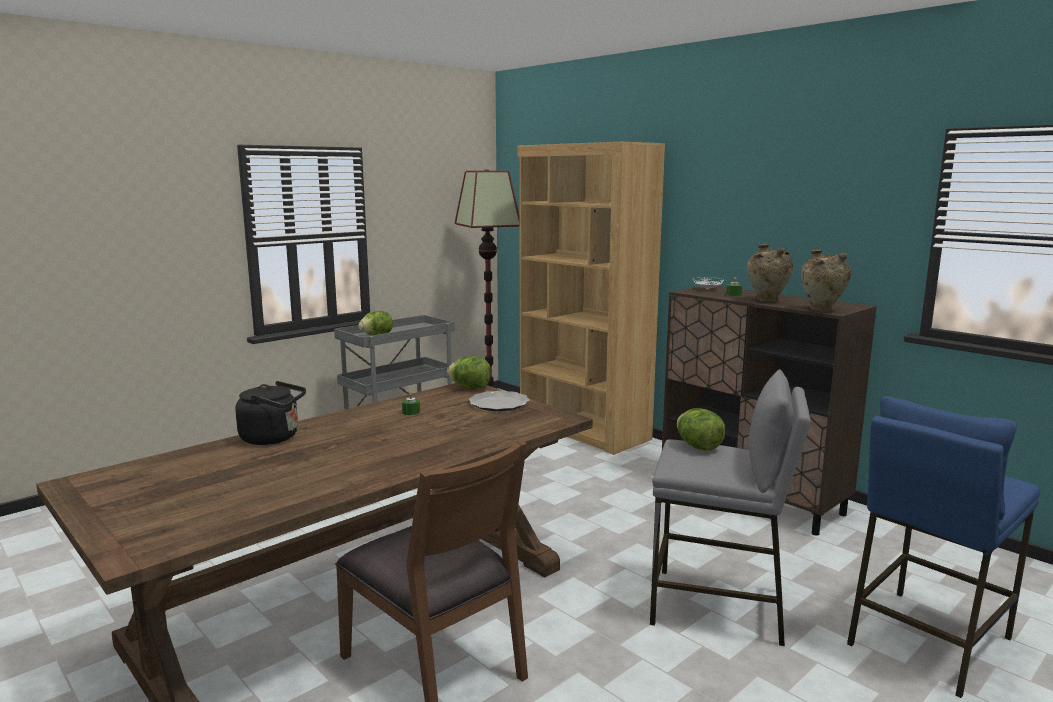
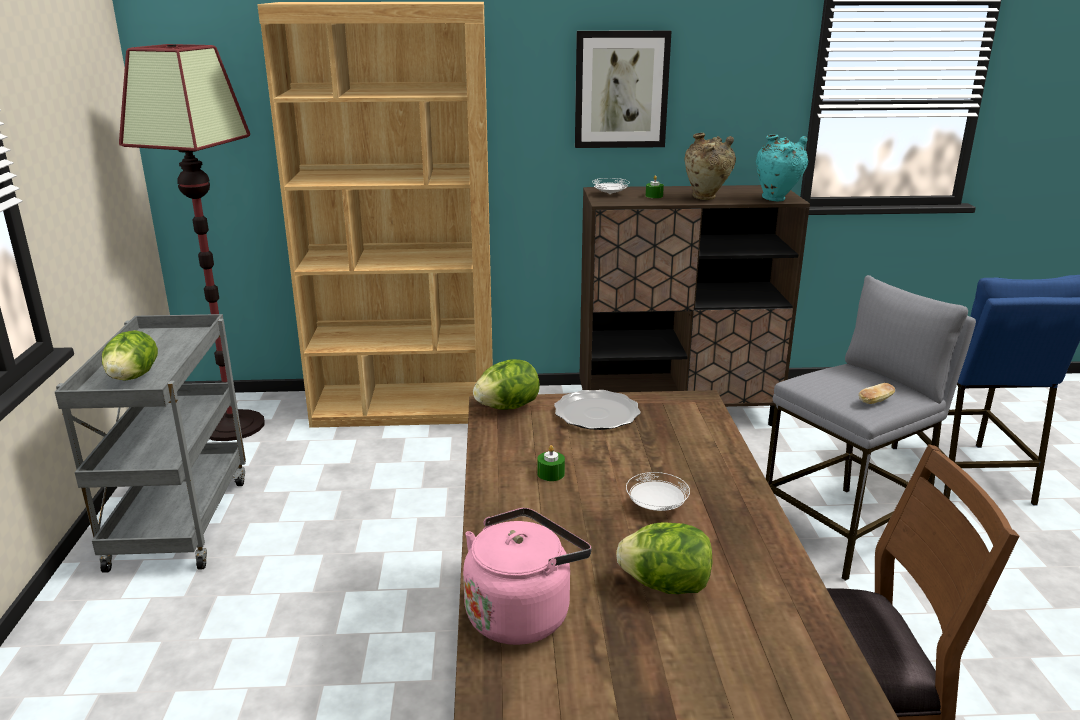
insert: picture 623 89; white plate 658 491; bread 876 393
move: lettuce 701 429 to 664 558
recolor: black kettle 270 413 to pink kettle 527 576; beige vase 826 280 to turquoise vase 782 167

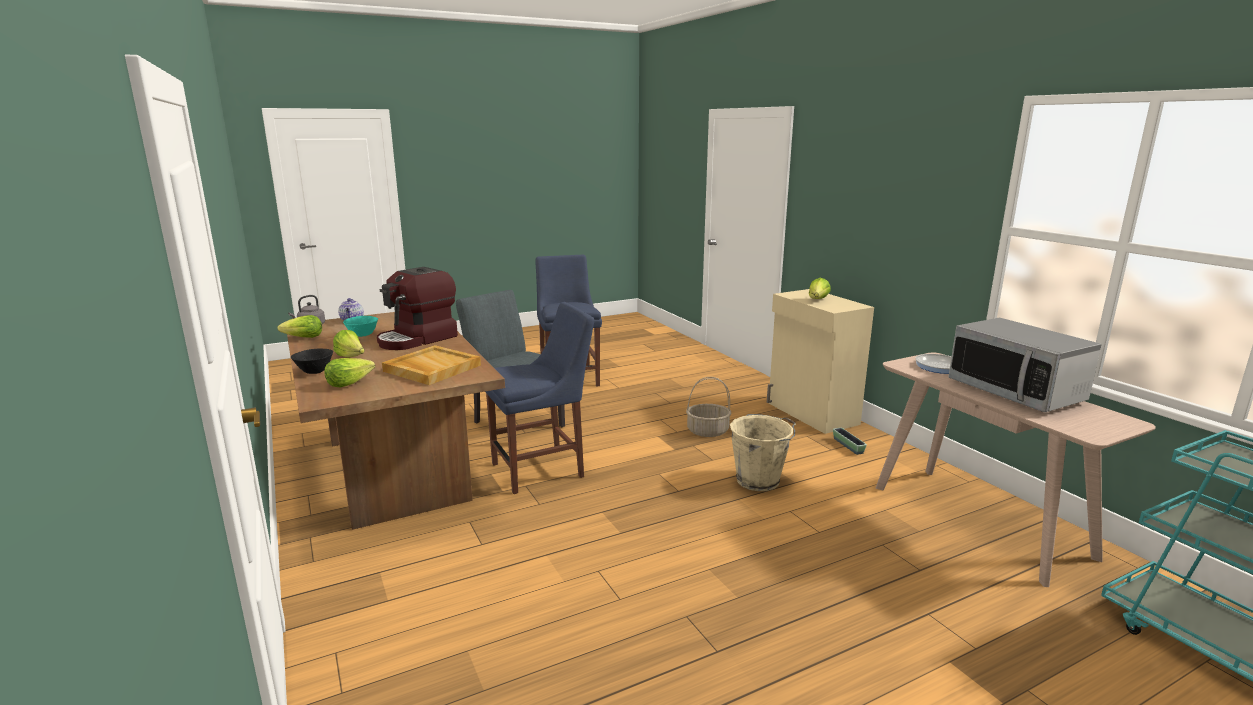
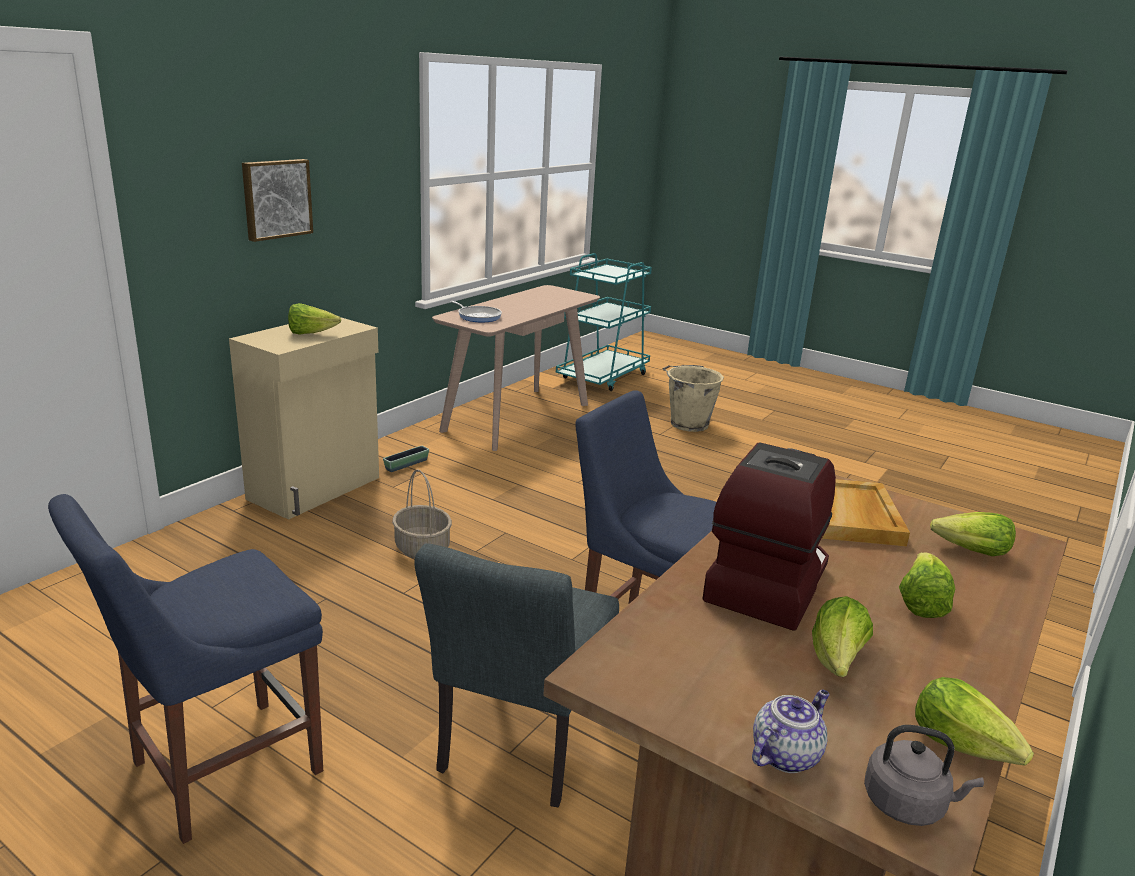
delete: black bowl 312 361; microwave 1025 365
insert: picture 277 200
move: beige bucket 763 452 to 693 398
replace: turquoise bowl 360 326 to lettuce 842 636
rotate: coffee machine 417 308 = 769 536 75 degrees counterclockwise

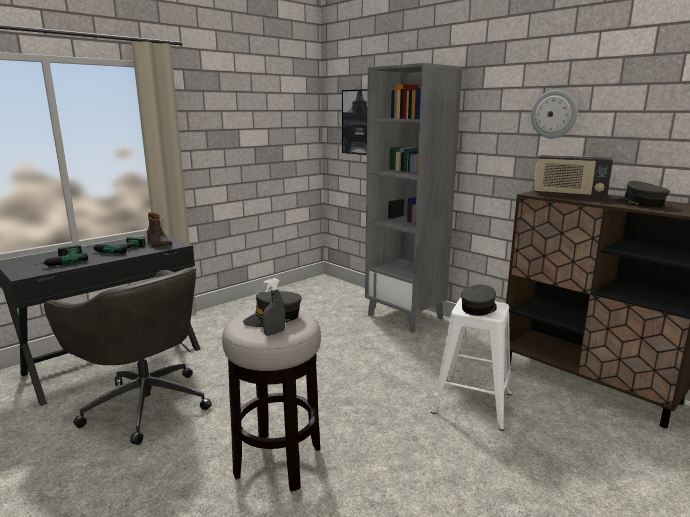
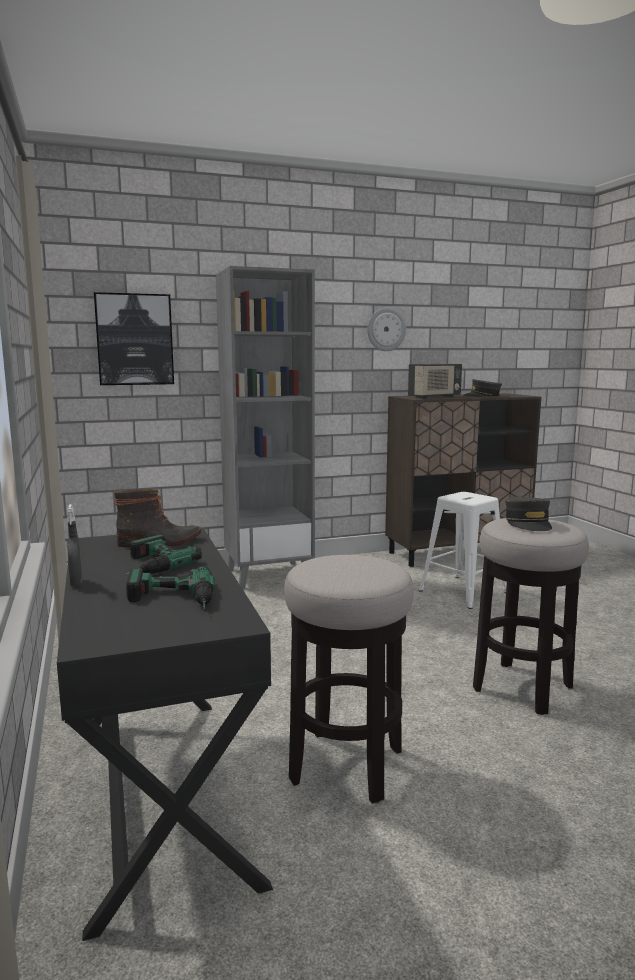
delete: grey cap 479 300
move: grey spray bottle 273 307 to 74 545
replace: grey office chair 128 356 to stool 349 679

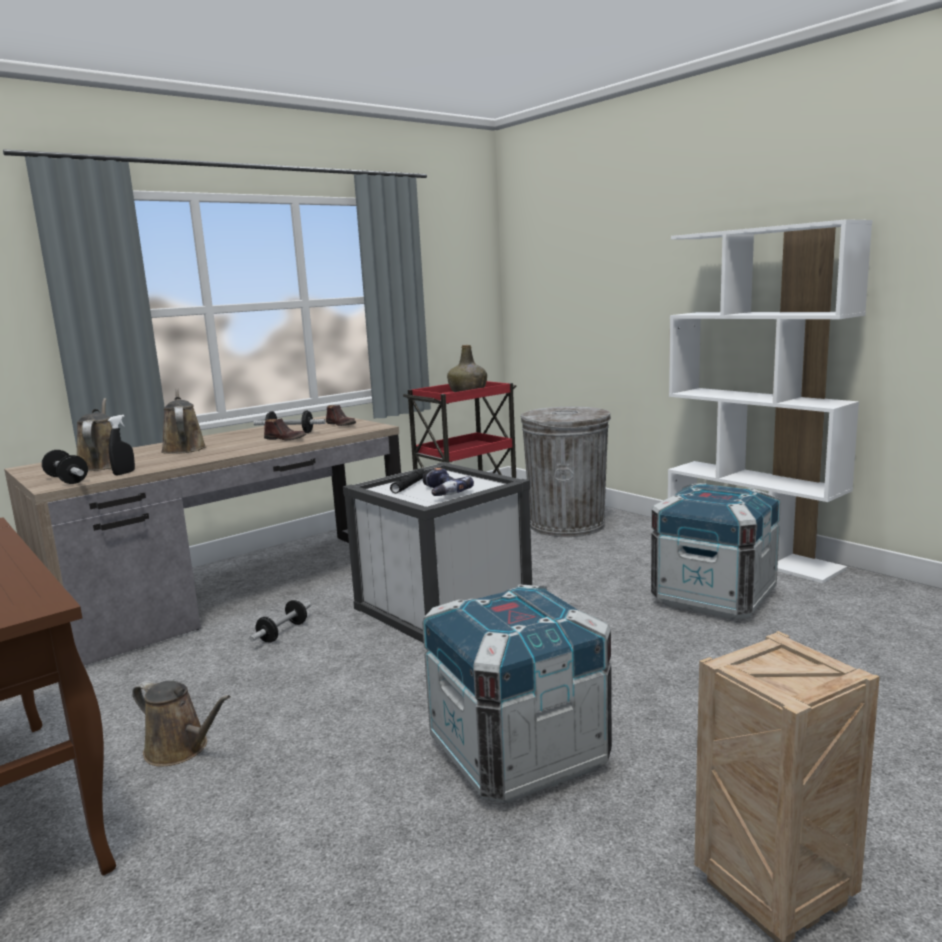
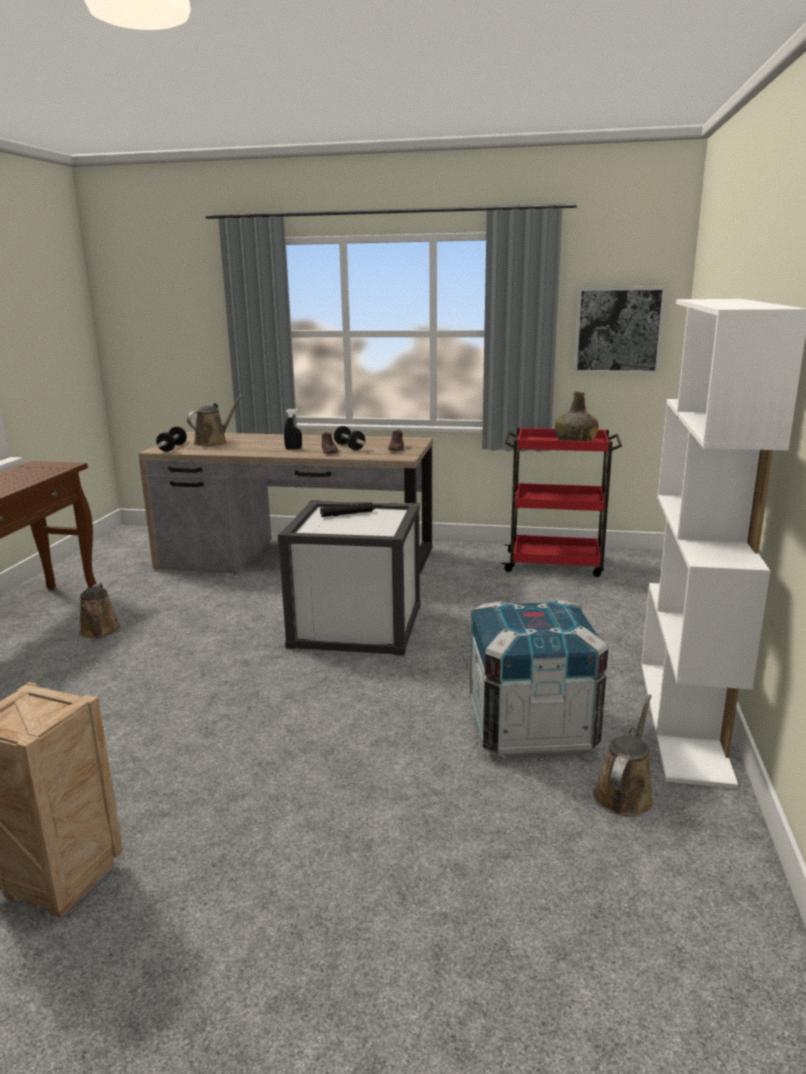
delete: dumbbell 280 621; crate 517 694; power drill 448 482; grey trash can 565 471
insert: picture 620 330
move: black spray bottle 121 445 to 293 429; brown watering can 184 421 to 623 756

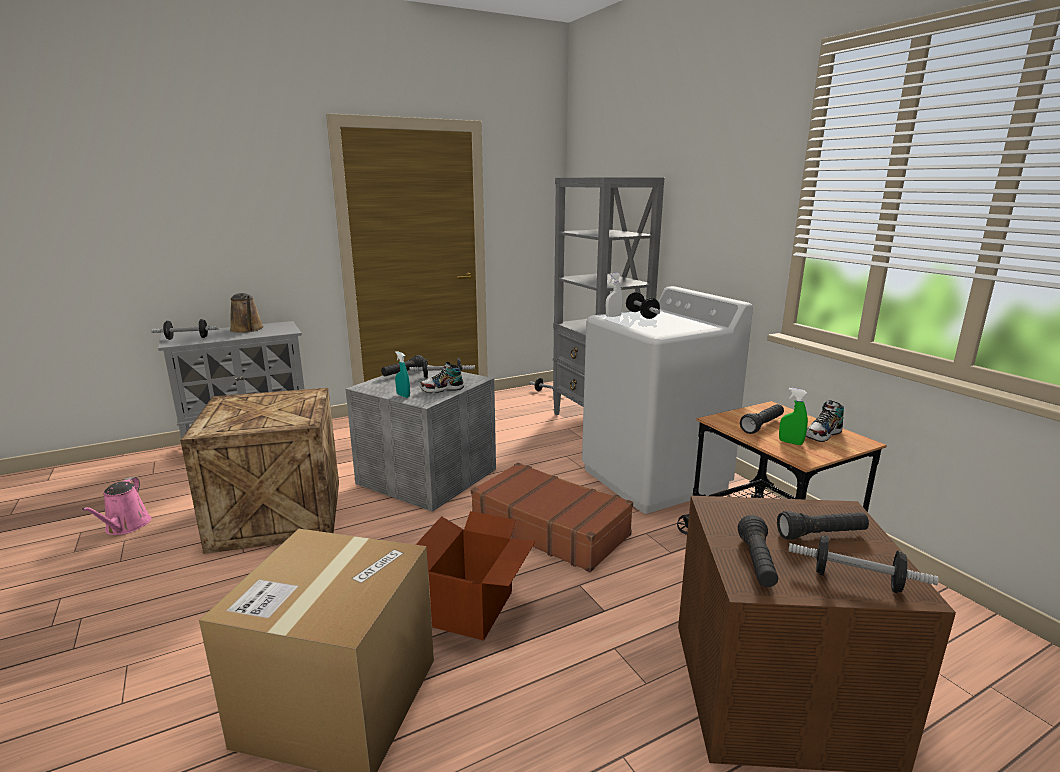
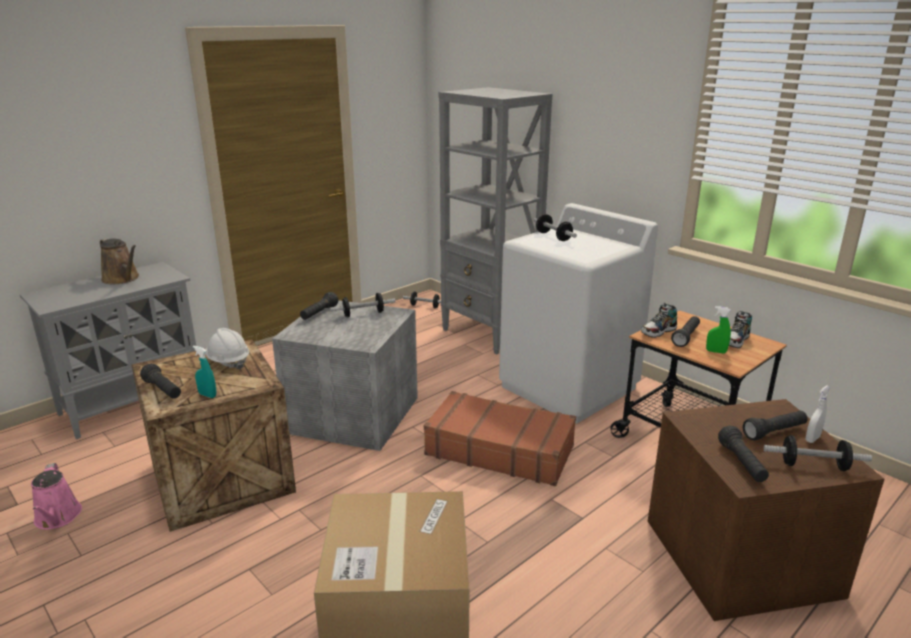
delete: dumbbell 185 329; cardboard box 476 575
insert: black flashlight 160 381; white hard hat 227 348
move: turquoise spray bottle 402 374 to 204 372; shoe 441 377 to 659 320; white spray bottle 614 295 to 817 414

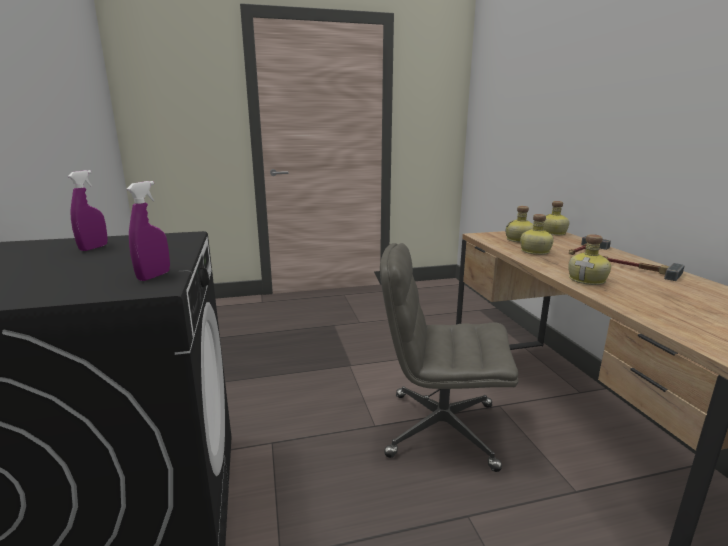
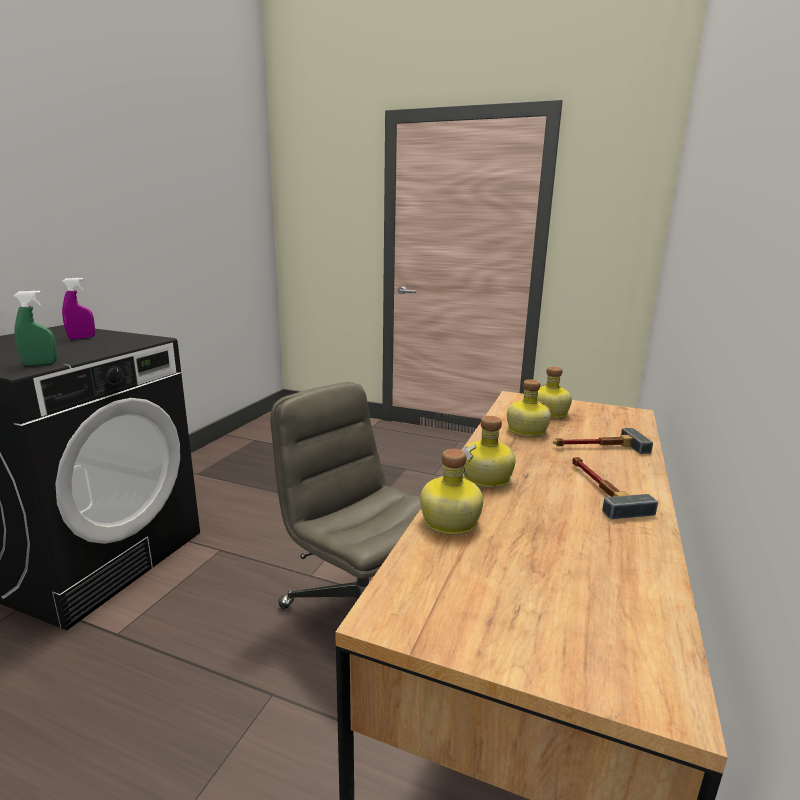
move: bottle 556 218 to 451 492
recolor: purple spray bottle 148 231 to green spray bottle 35 328

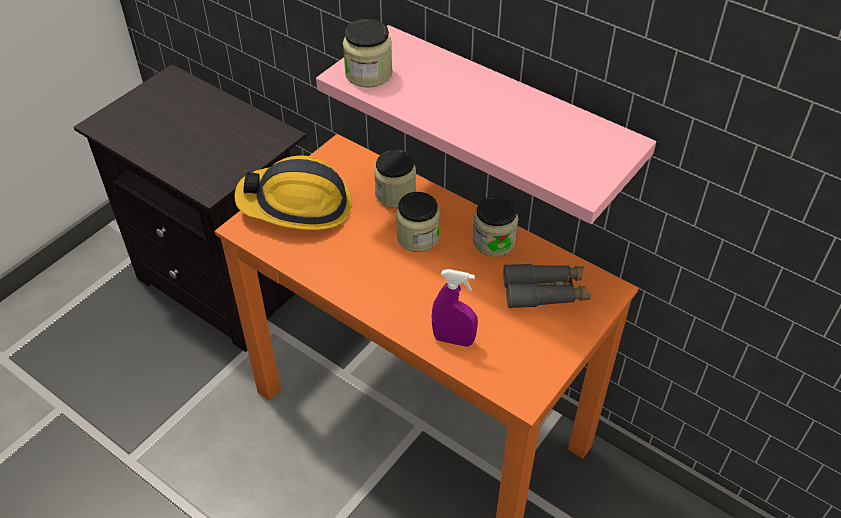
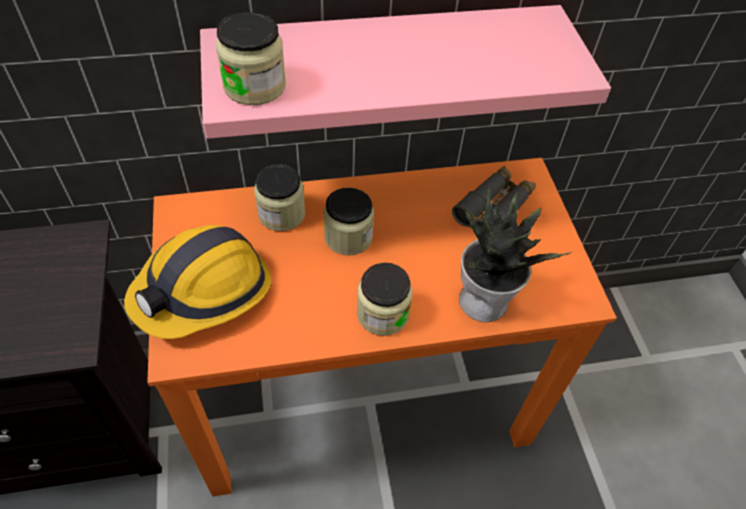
move: jar 495 226 to 384 299
replace: purple spray bottle 455 308 to potted plant 515 254

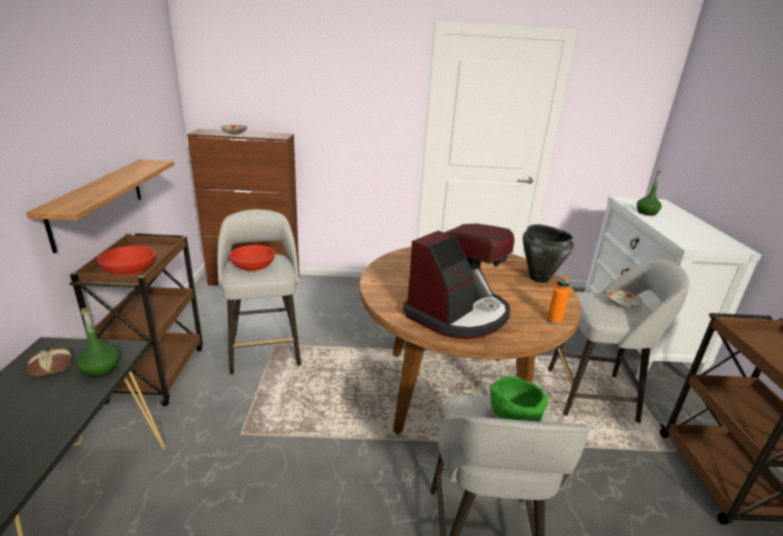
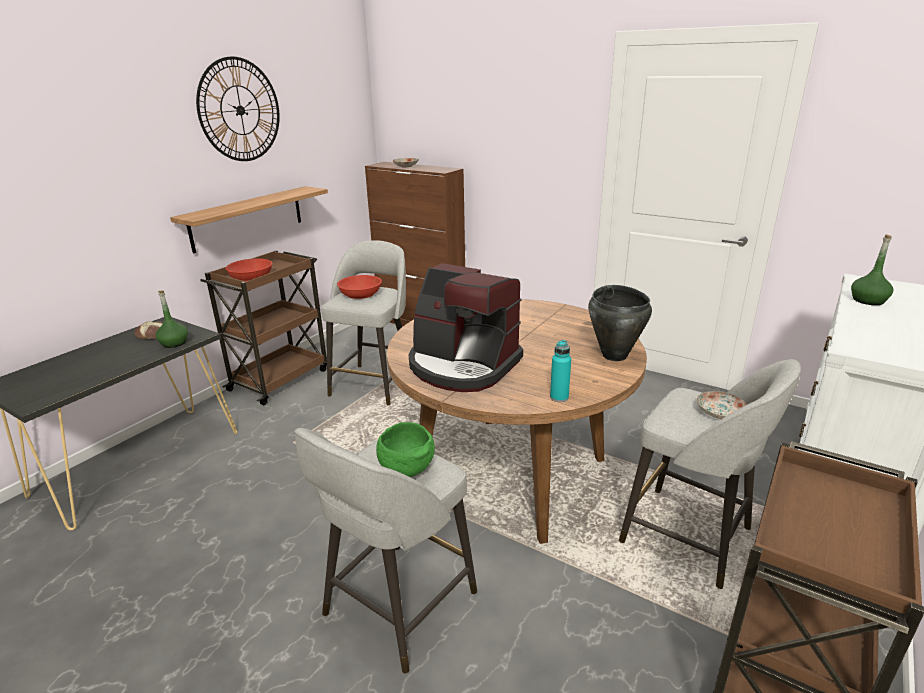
insert: wall clock 238 108
recolor: orange bottle 558 300 to turquoise bottle 560 371
rotate: coffee machine 459 281 = 466 327 45 degrees clockwise

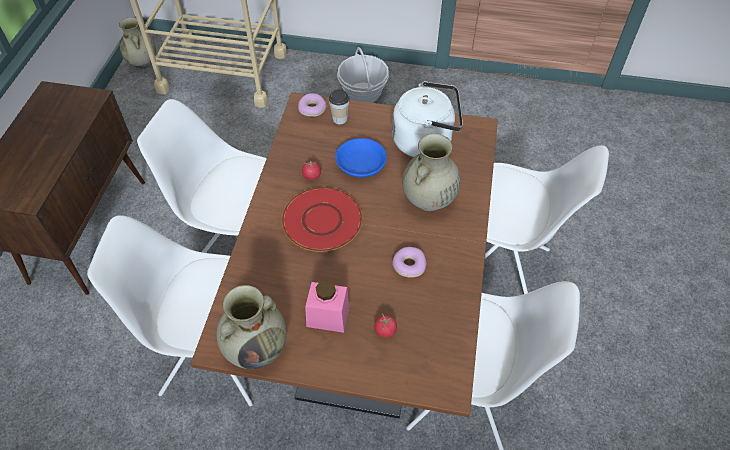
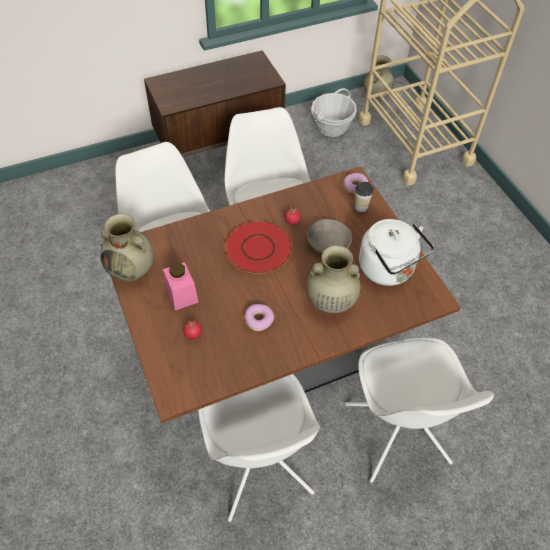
move: basket 363 75 to 333 112
recolor: blue bowl 361 157 to grey bowl 329 236

